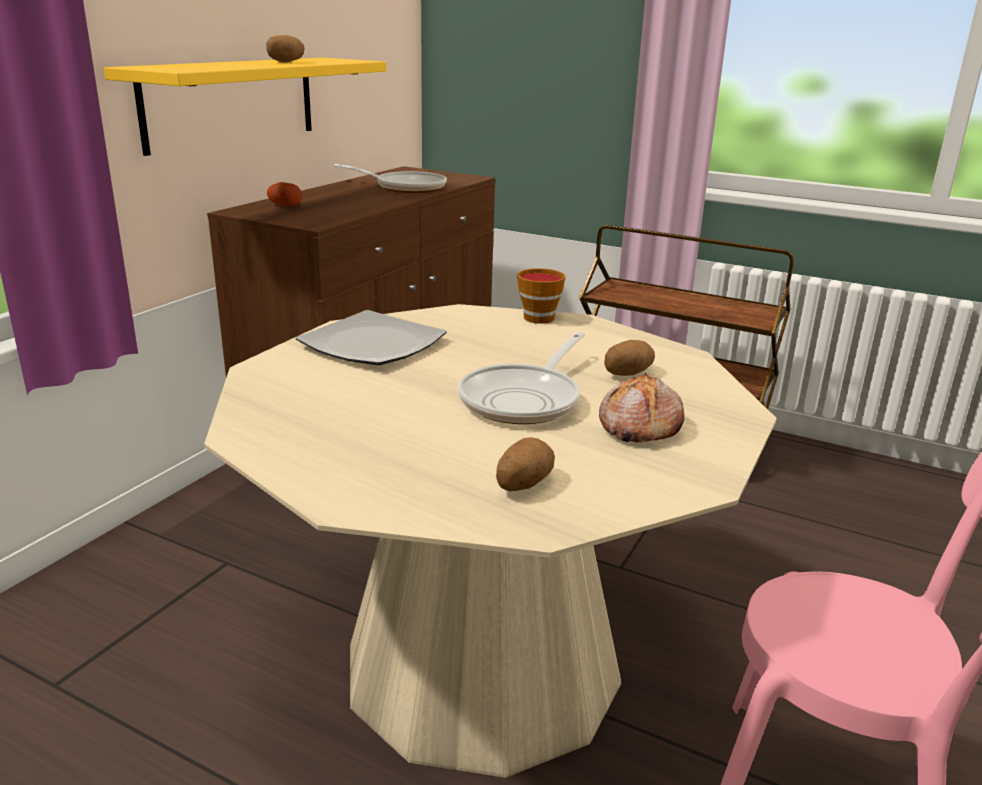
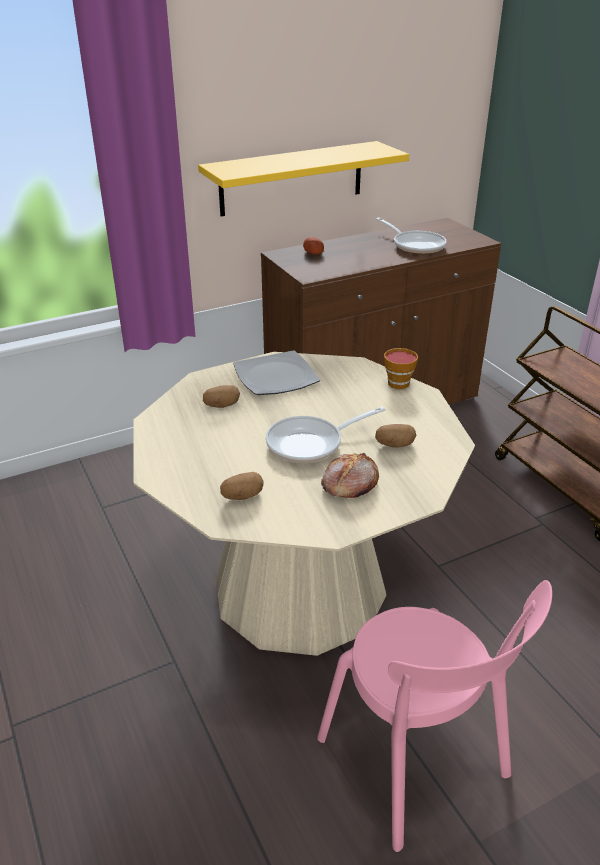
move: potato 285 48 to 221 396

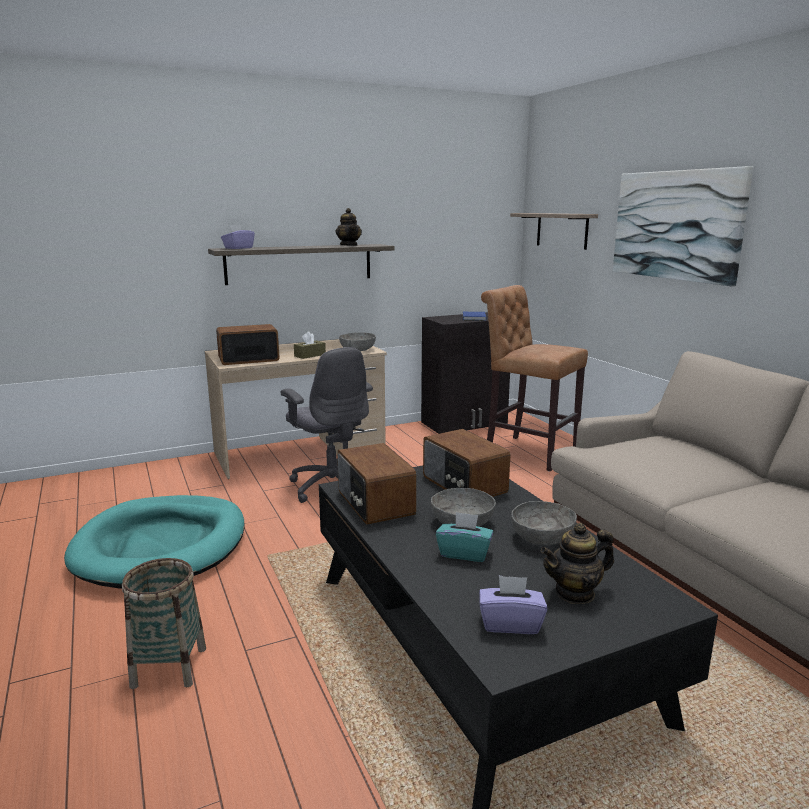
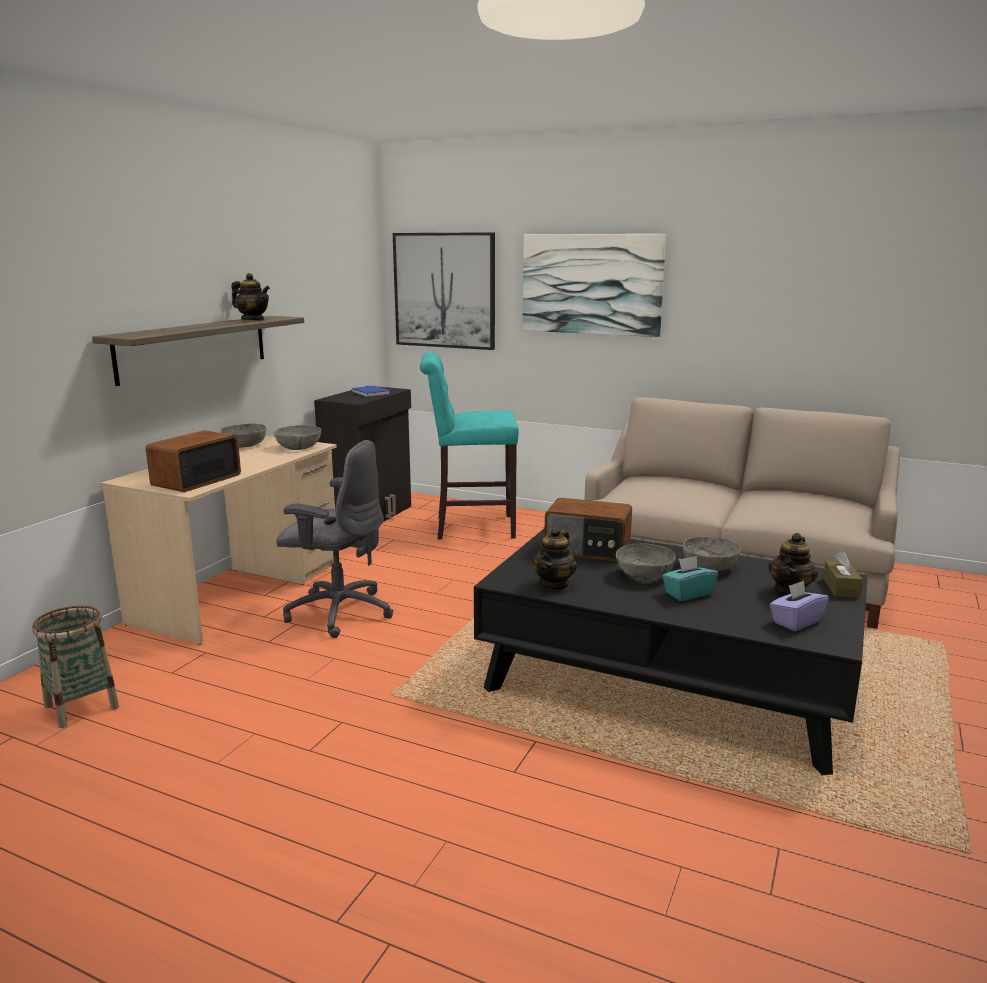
delete: turquoise dog bed 154 542; purple tissue box 238 236
insert: grey bowl 243 436
move: basket 164 623 to 75 667; brown tissue box 310 345 to 843 574
replace: shelf 554 231 to picture 444 291; radio 376 483 to teapot 554 559
recolor: brown stool 534 378 to turquoise stool 469 446

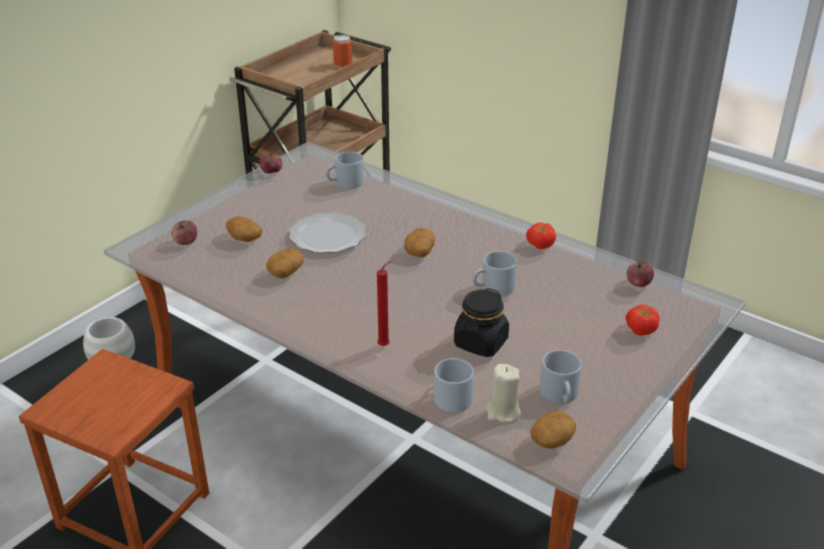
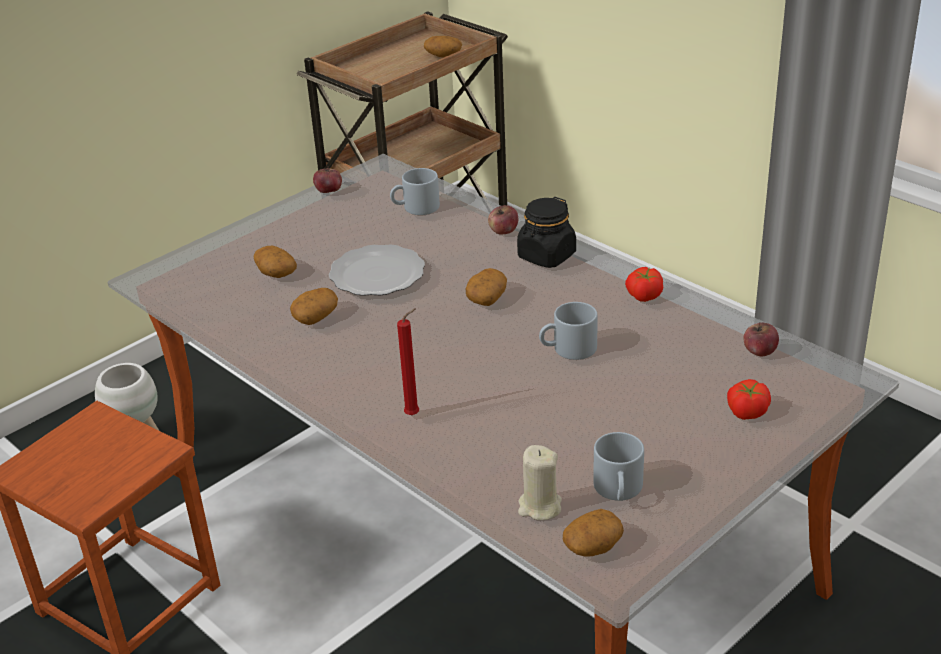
delete: grey mug 454 385
move: apple 184 232 to 503 219; black jar 481 322 to 546 232
replace: can 342 51 to potato 443 46

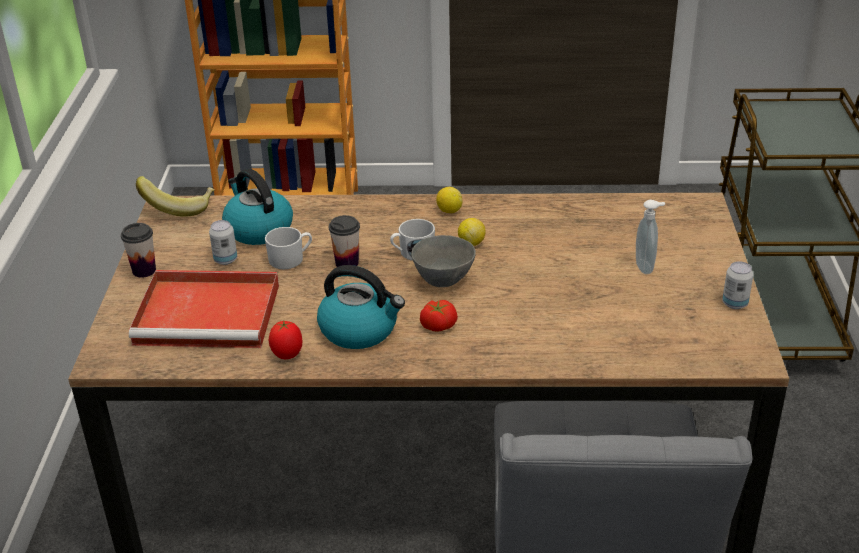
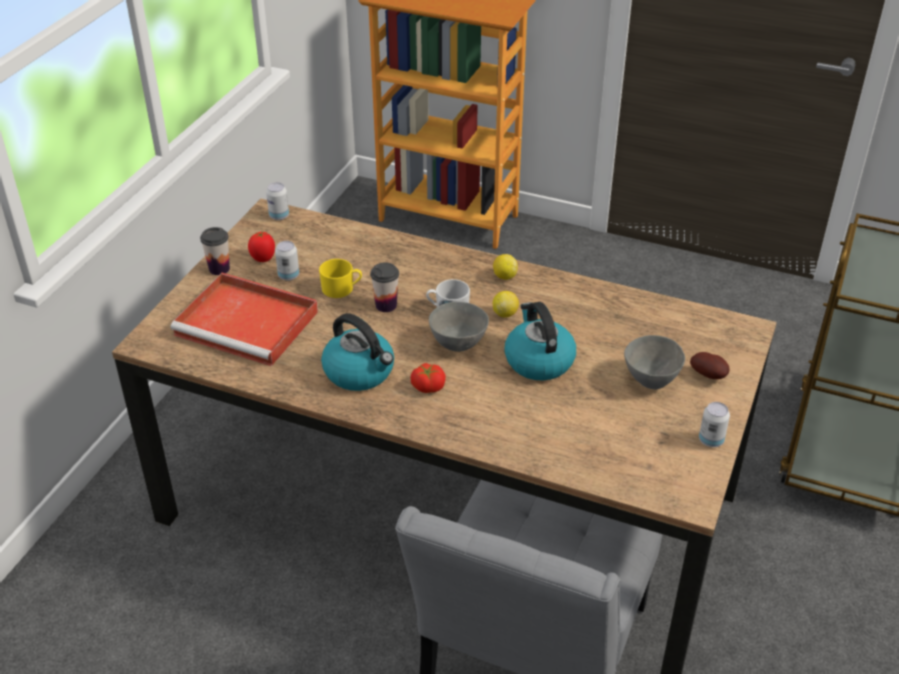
insert: potato 710 365
move: tomato 285 340 to 261 246; kettle 257 207 to 540 341
replace: banana 175 196 to can 277 201; soap dispenser 650 237 to grey bowl 654 362
recolor: white mug 288 248 to yellow mug 340 278

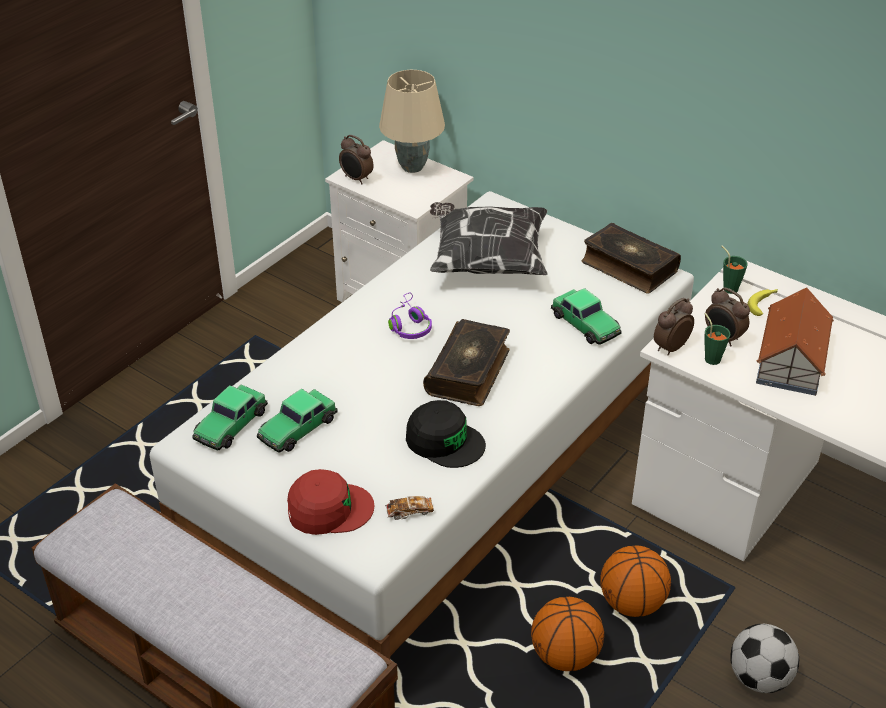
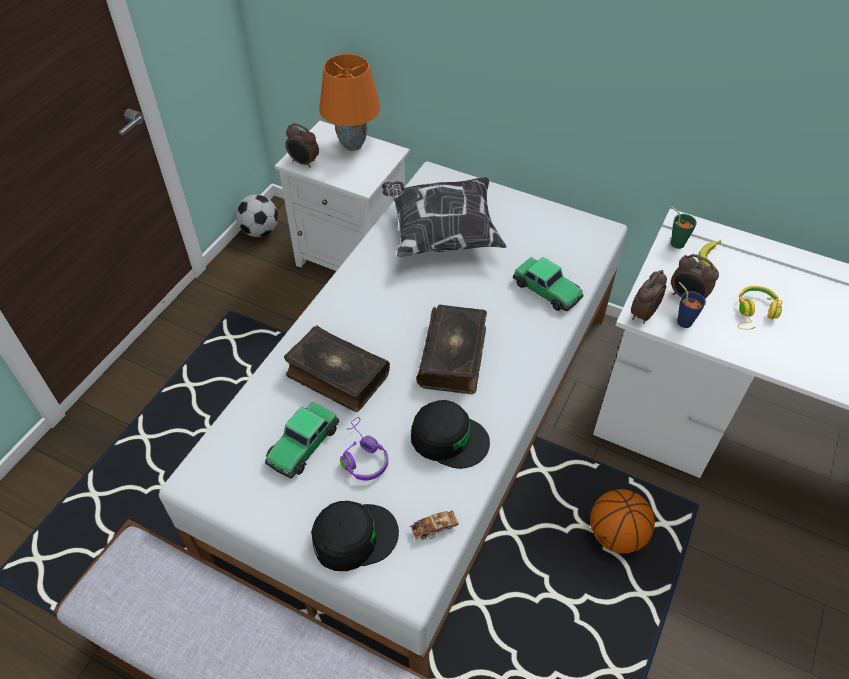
delete: toy car 230 418; basketball 567 634
move: football 764 658 to 257 215; book 631 258 to 337 368; purple headphones 410 316 to 364 448
replace: toy house 795 341 to yellow headphones 760 308
recolor: red cap 330 502 to black cap 355 536; beige table lamp 412 121 to orange table lamp 349 102; green cup 717 339 to blue cup 691 305

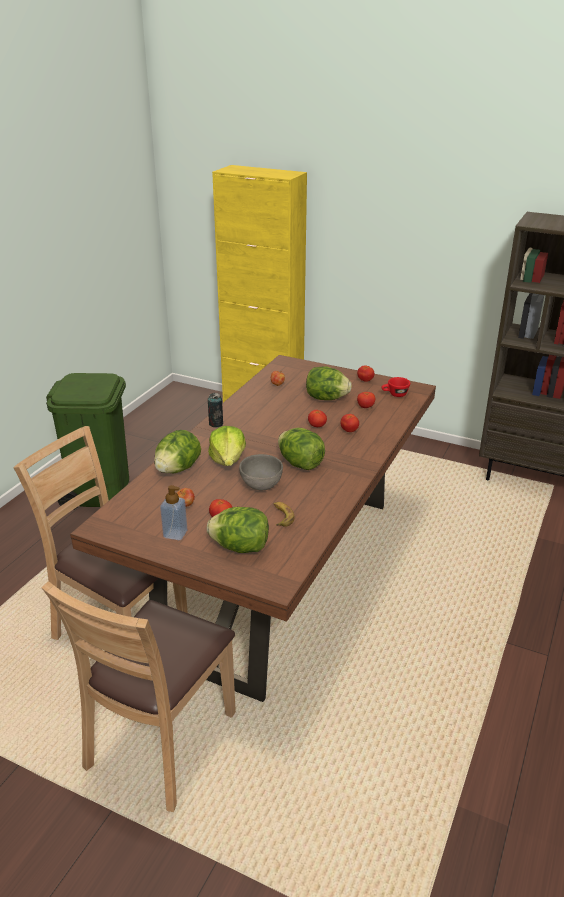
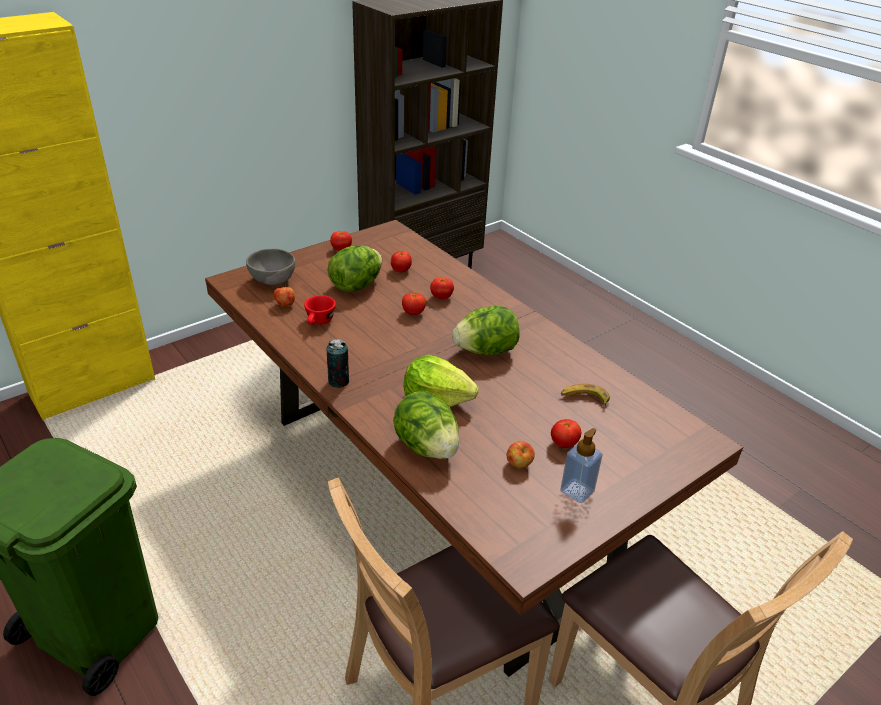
delete: lettuce 238 530
move: grey bowl 261 472 to 270 267; red cup 396 387 to 320 310

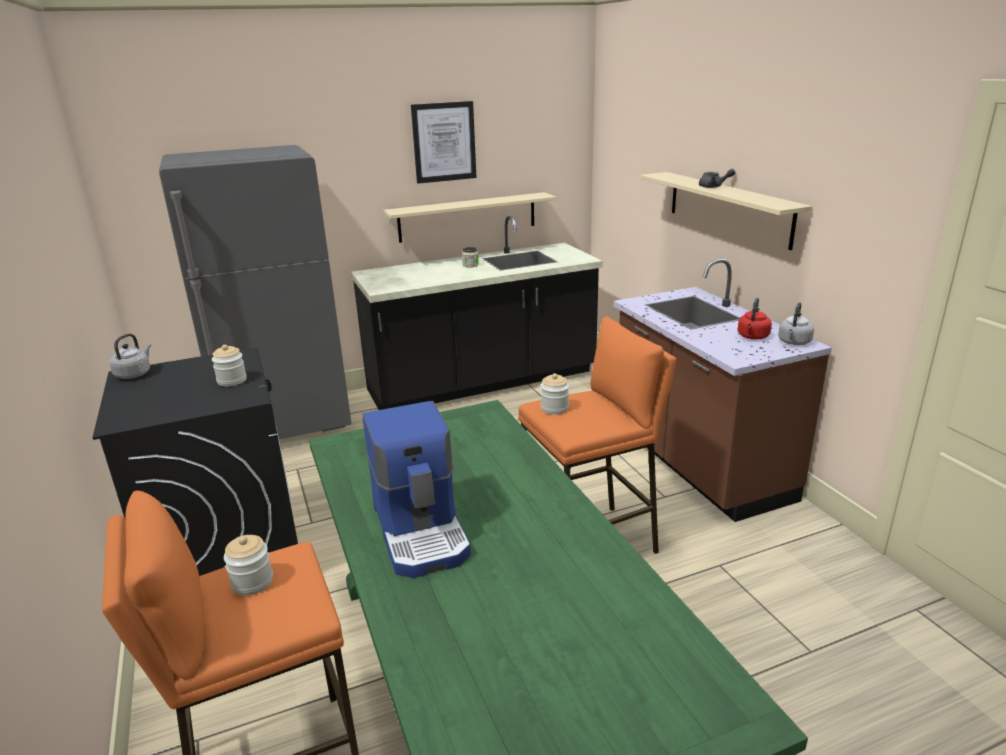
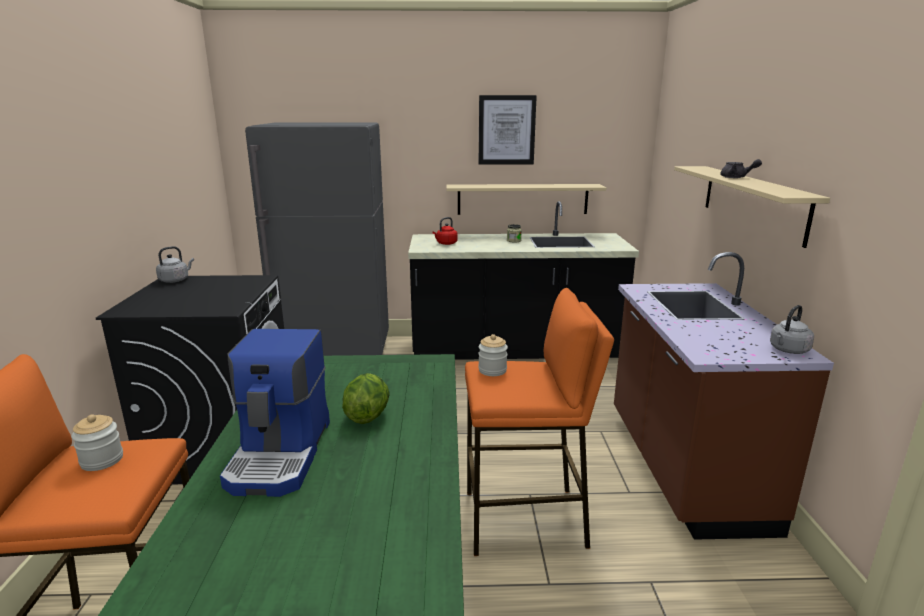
delete: jar 229 365
insert: lettuce 366 398
move: red kettle 755 318 to 445 231

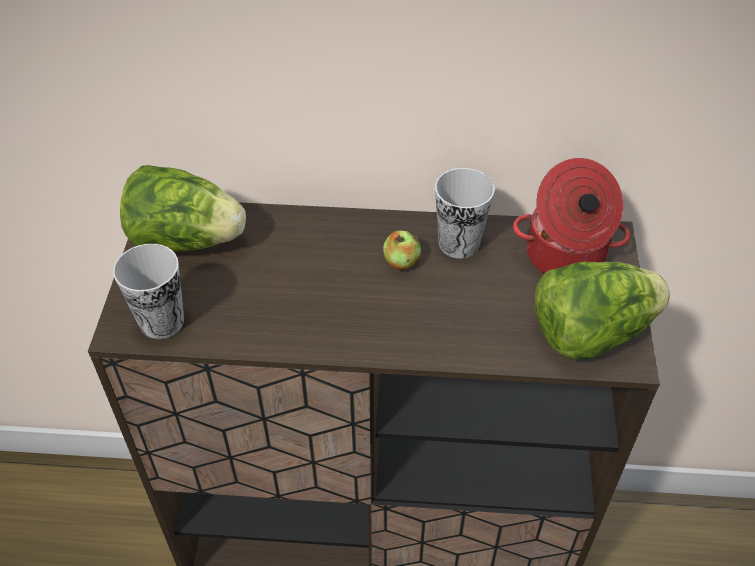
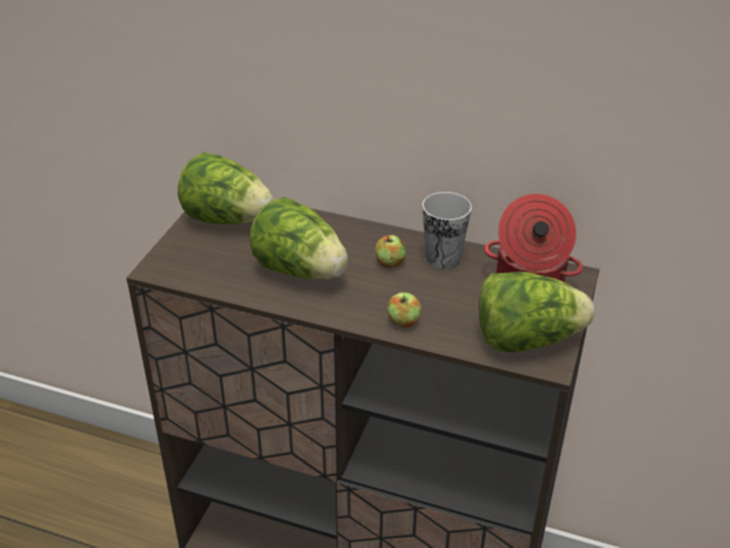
delete: cup 148 291
insert: lettuce 298 238; apple 404 310

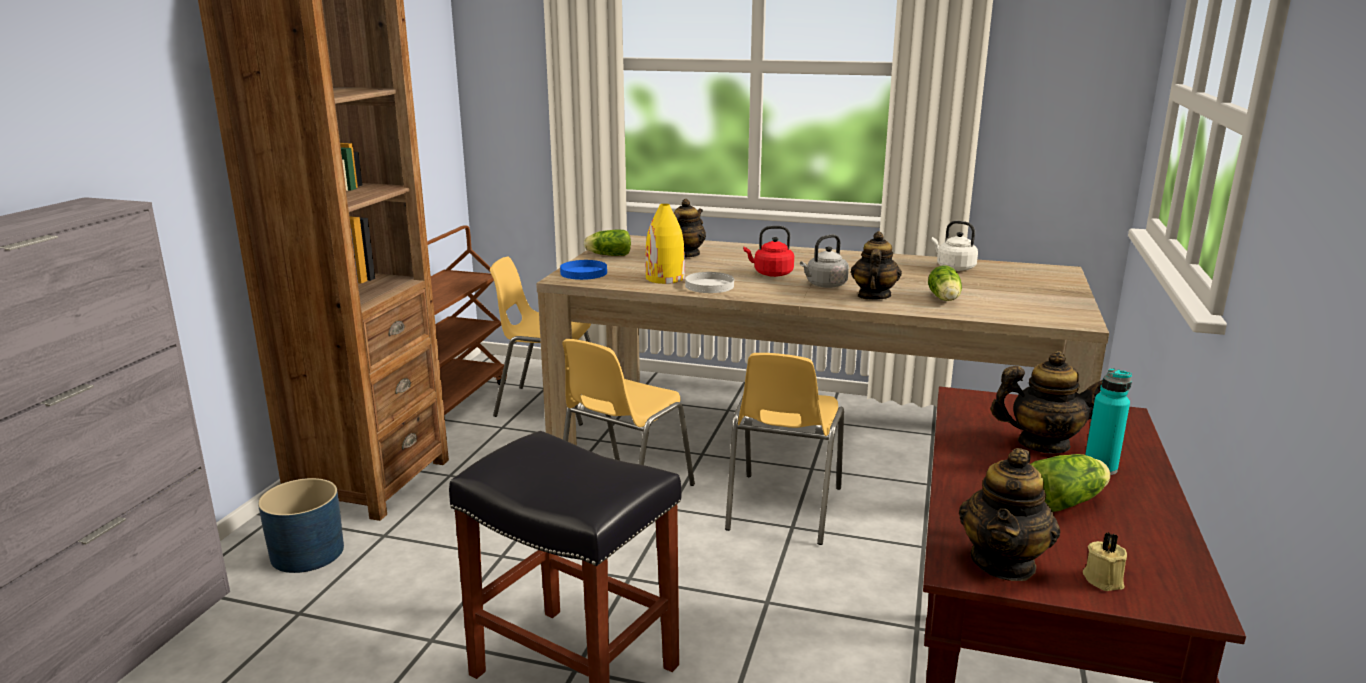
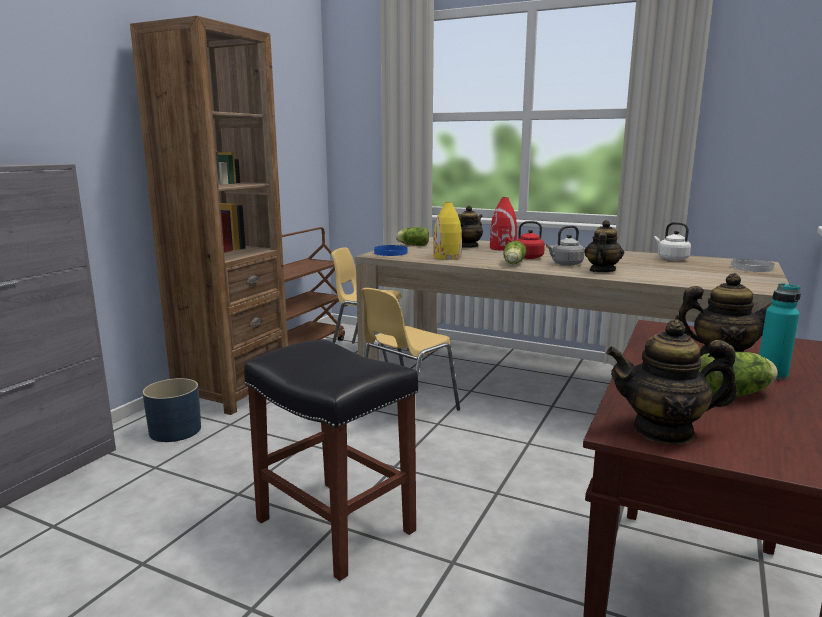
delete: yellow chair 784 449; beige candle 1105 561
insert: red vase 503 224
move: lettuce 945 283 to 514 252; white plate 709 282 to 752 265
rotate: teapot 1010 514 = 672 381 60 degrees clockwise

